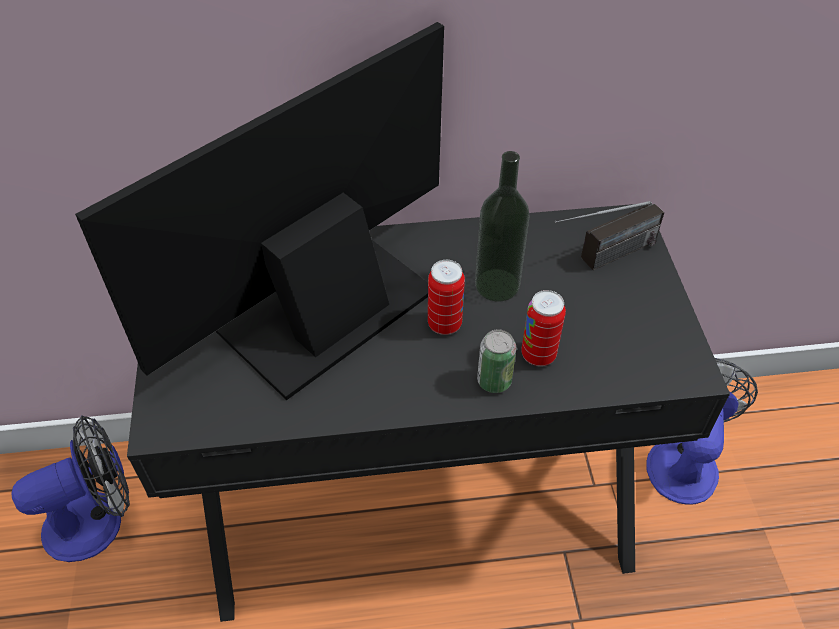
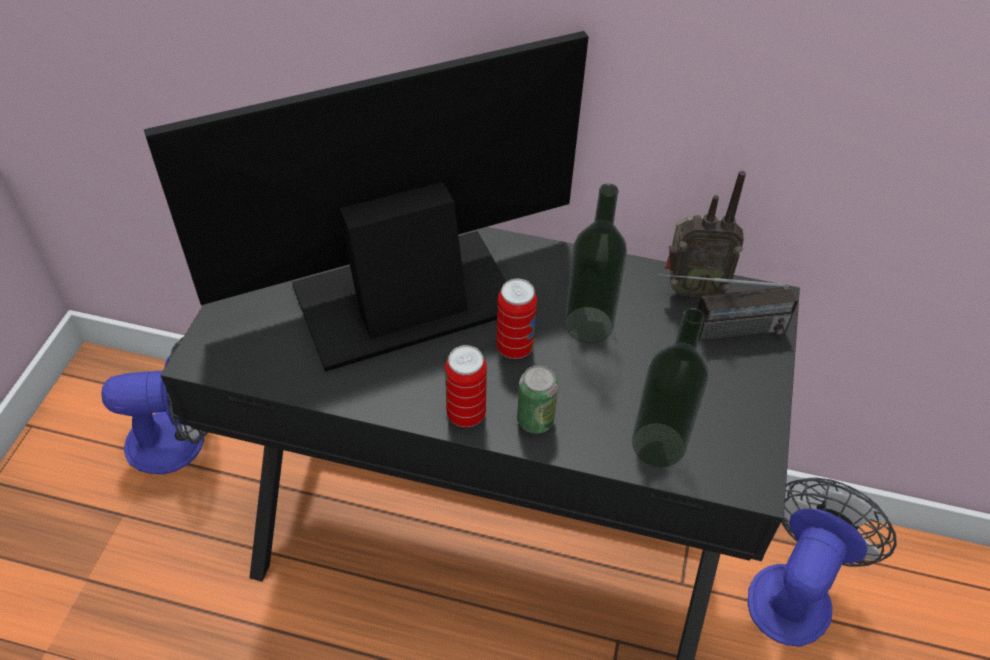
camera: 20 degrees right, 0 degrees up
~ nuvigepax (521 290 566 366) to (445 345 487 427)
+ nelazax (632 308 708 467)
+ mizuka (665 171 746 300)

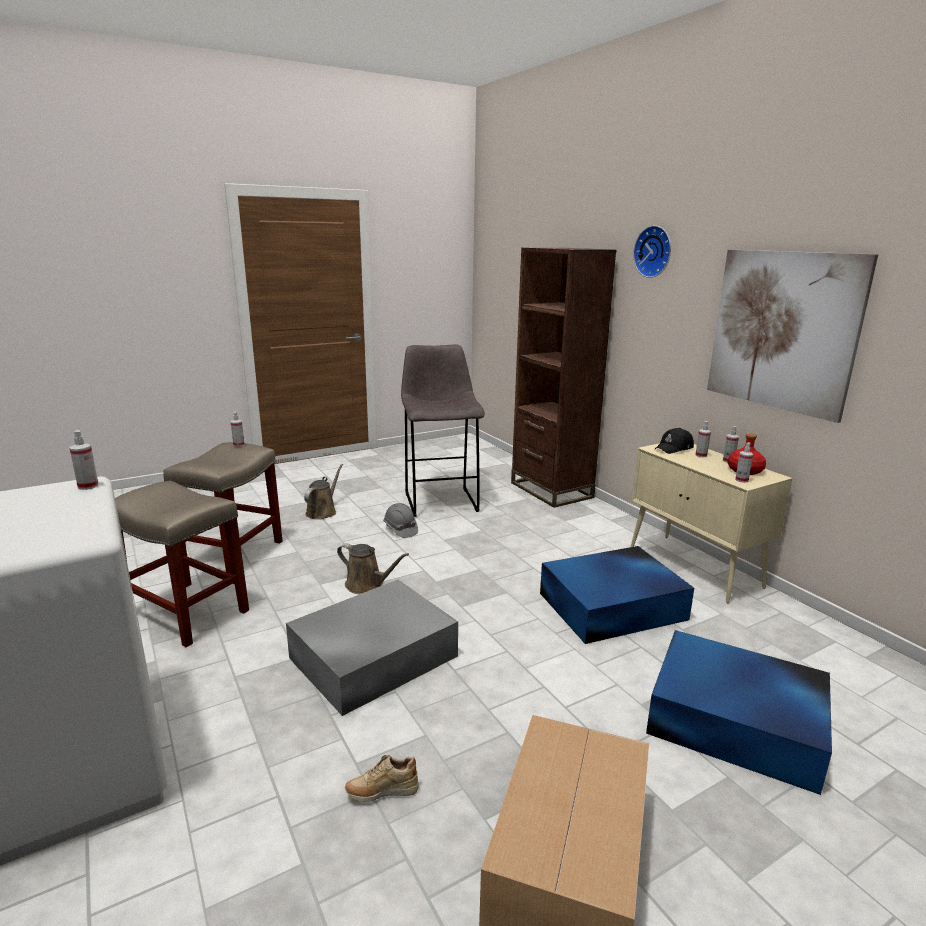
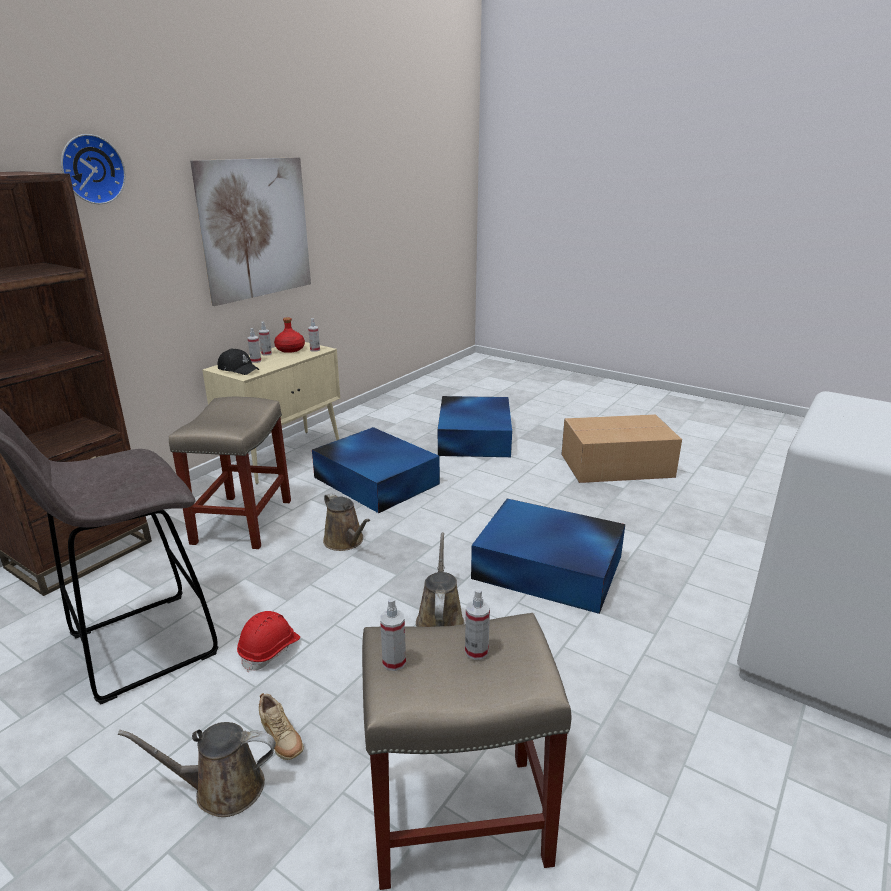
camera: 115 degrees left, 5 degrees up
~ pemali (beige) (115 481 249 647) to (169 397 291 549)
~ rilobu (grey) (383 503 418 538) to rilobu (red) (237 611 300 672)
~ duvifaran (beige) (345 755 419 802) to (259 693 304 760)
+ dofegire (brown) (323 493 370 551)
~ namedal (70 430 99 490) to (465 588 490 660)
~ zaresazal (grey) (286 580 458 716) to zaresazal (blue) (471 499 625 614)

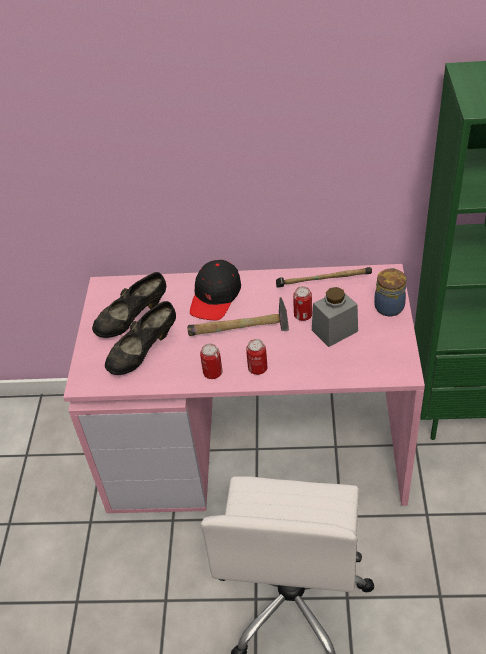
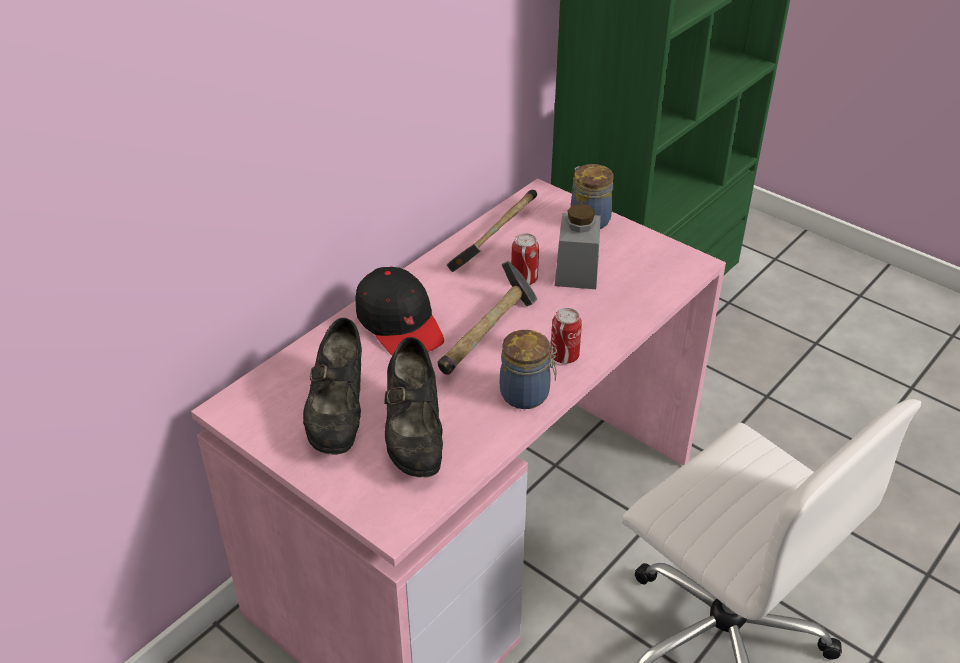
camera: 55 degrees left, 5 degrees down
~ nuvigepax (200 344 222 379) to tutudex (500 330 557 409)

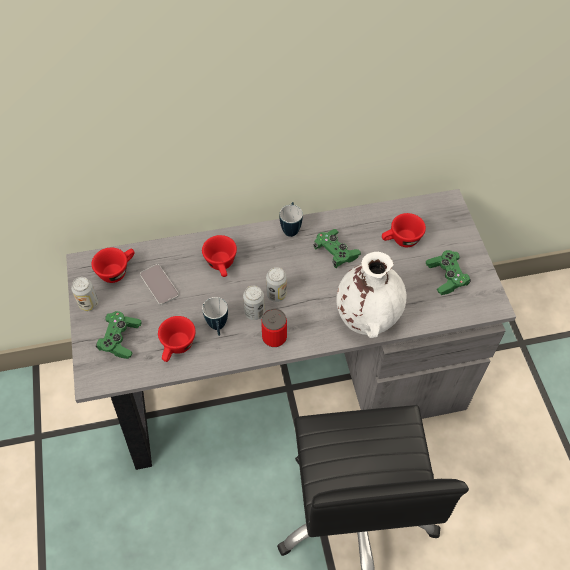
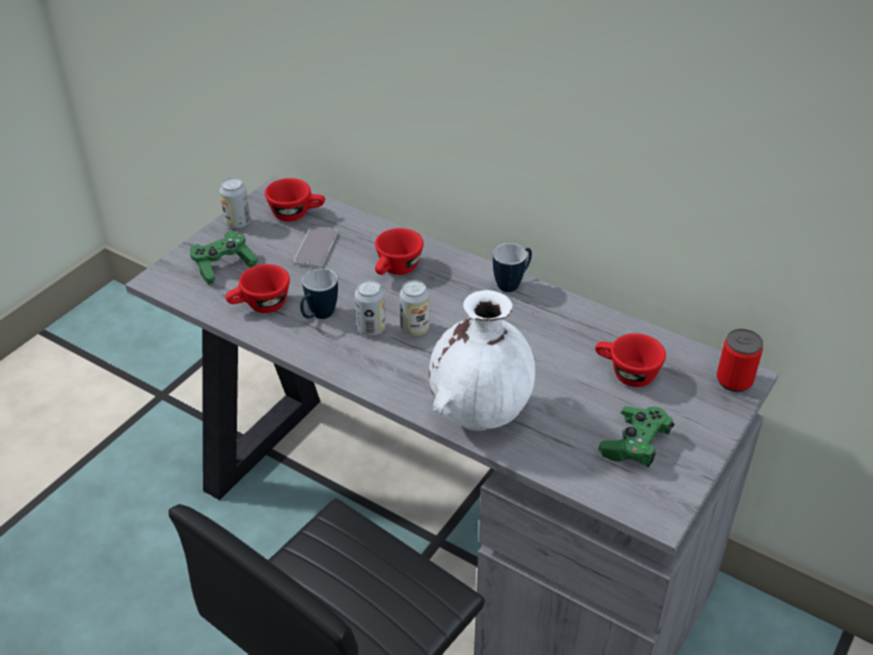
camera: 45 degrees right, 15 degrees down
~ nuvigepax (261 309 287 347) to (717 329 763 392)
- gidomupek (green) (313 229 361 268)

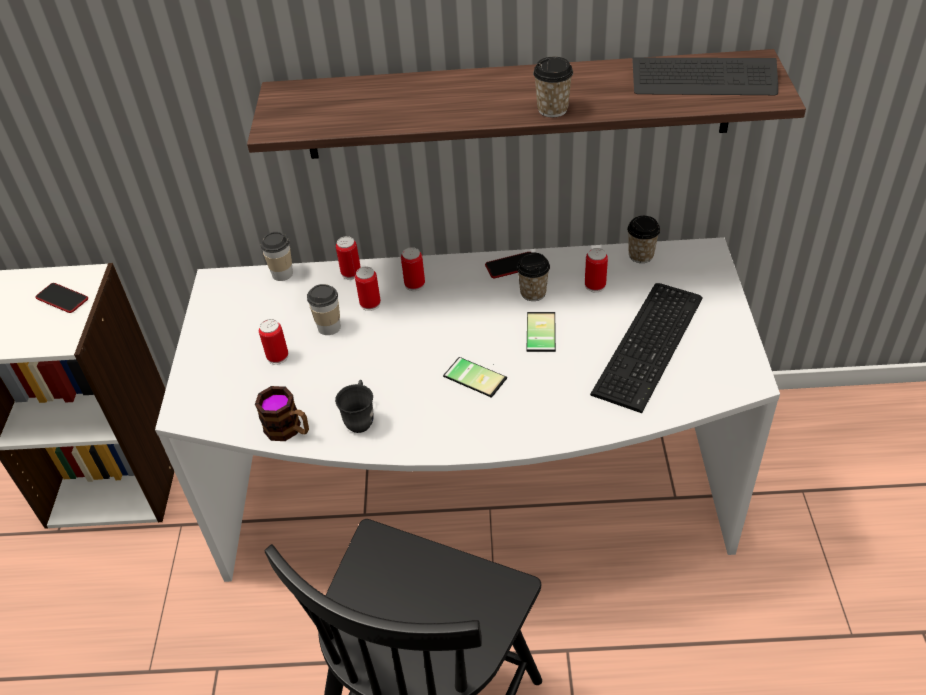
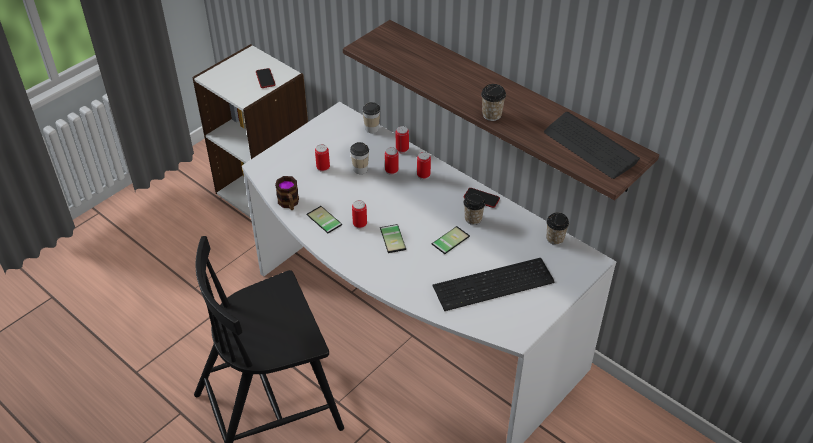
camera: 40 degrees right, 0 degrees up
~ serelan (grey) (335 380 374 433) to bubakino (307 206 342 233)
~ nuvigepax (585 248 608 293) to (352 200 367 229)

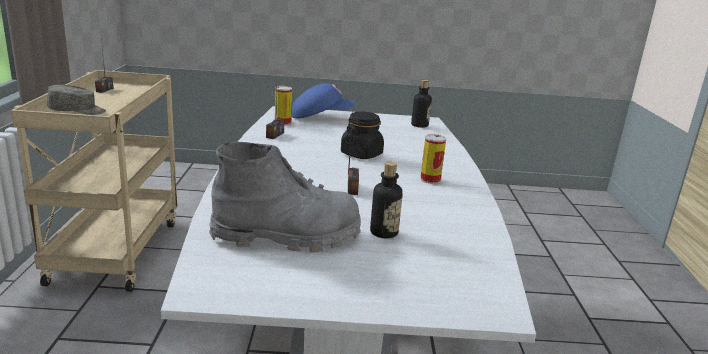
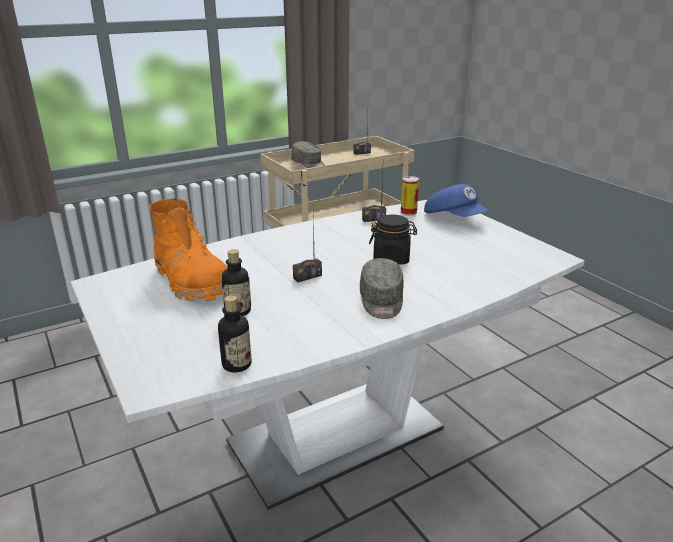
camera: 60 degrees right, 5 degrees up
~ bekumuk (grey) (209 142 361 253) to bekumuk (orange) (149 198 228 302)
~ nelazax (411 80 432 128) to (218 295 252 373)
~ nuvigepax (420 134 446 184) to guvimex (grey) (360 258 404 319)

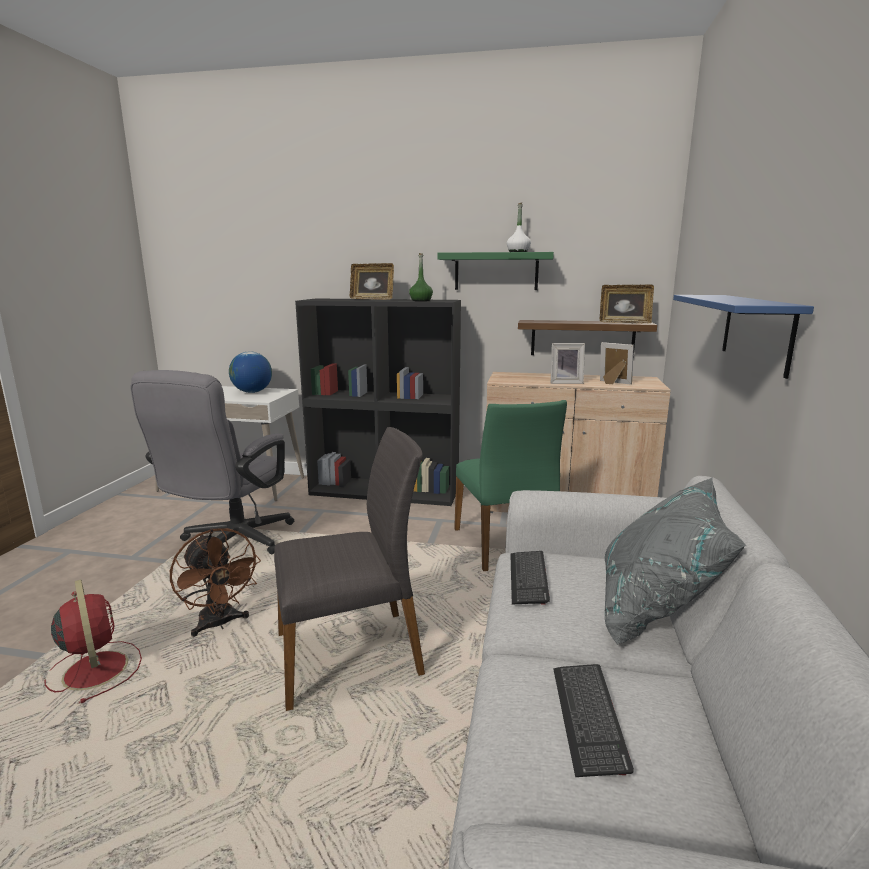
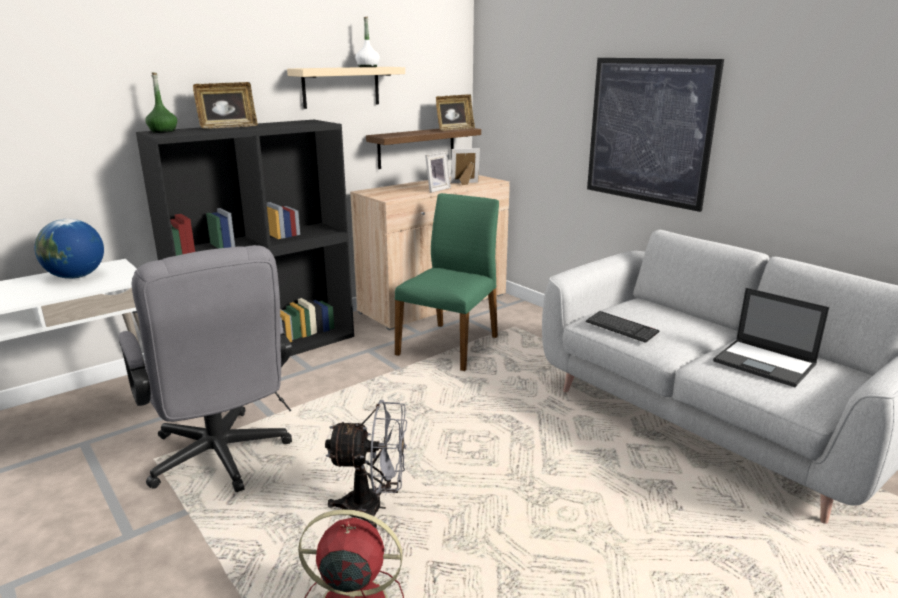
camera: 50 degrees left, 5 degrees up
~ nelazax (green) (409 253 433 301) to (145 72 177 133)
~ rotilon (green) (437 252 554 290) to rotilon (beige) (287 67 405 109)
~ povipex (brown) (170 528 261 637) to povipex (grey) (325 400 407 528)
~ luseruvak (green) (454 400 567 571) = (395 193 499 371) 90 degrees counterclockwise
~ rotilon (blue) (673 295 814 379) to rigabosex (587 58 724 212)
~ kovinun (554 664 634 777) to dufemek (713 288 829 387)
- luseruvak (grey) (274 427 425 711)
- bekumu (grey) (605 478 746 645)

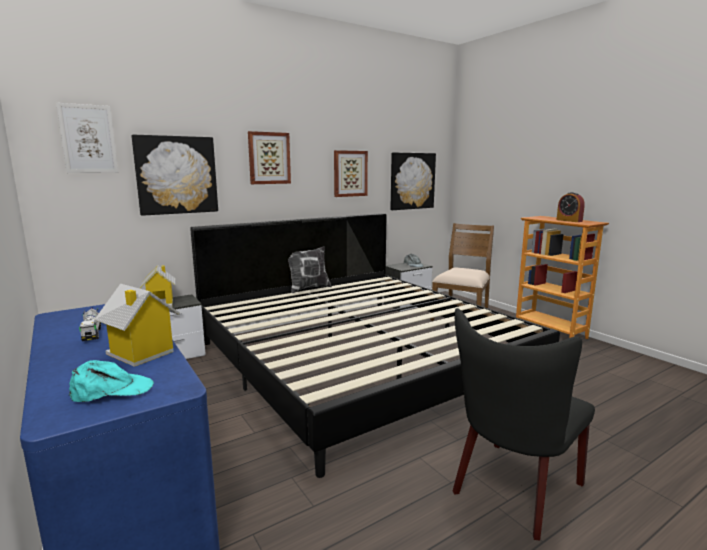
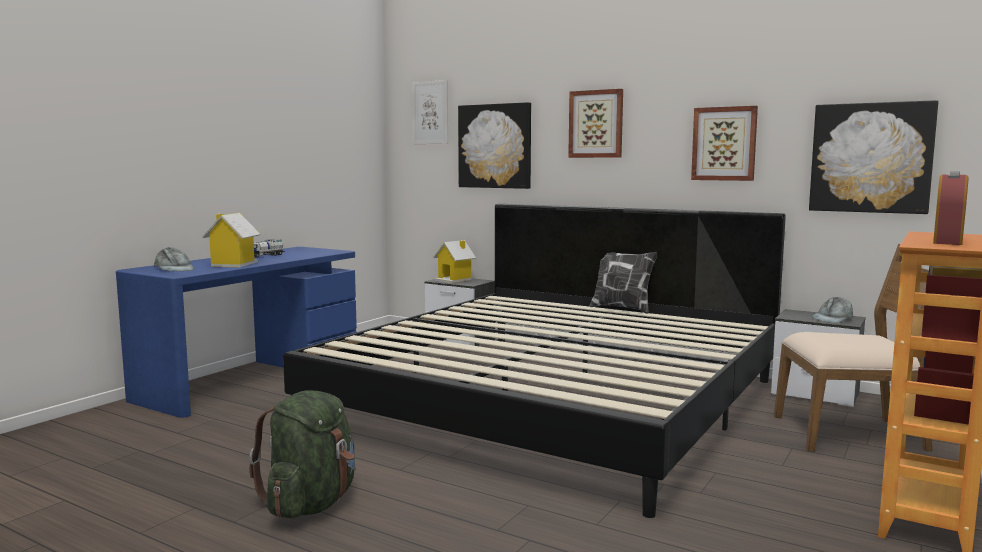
camera: 65 degrees right, 5 degrees down
~ guvimex (turquoise) (69 360 154 402) to guvimex (grey) (154 247 194 271)
~ luseruvak (black) (453 308 595 541) to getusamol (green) (249 391 355 518)

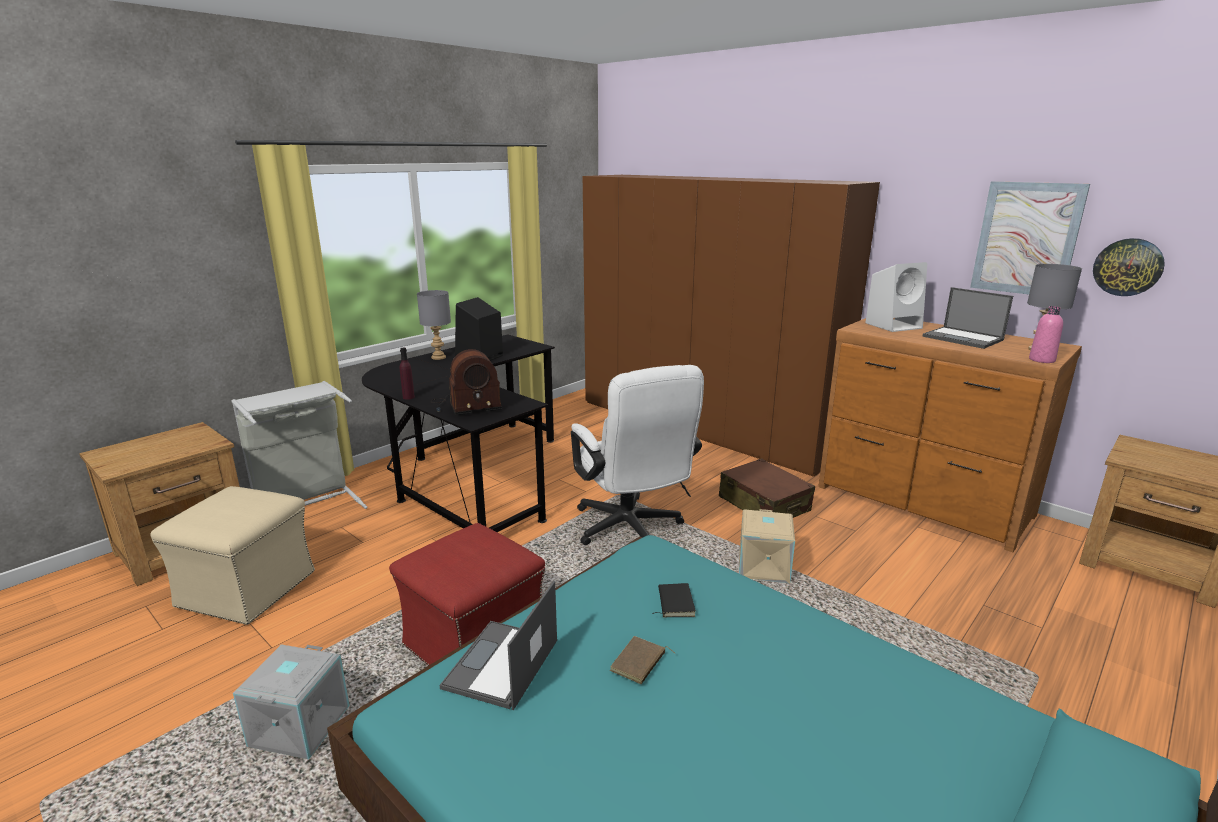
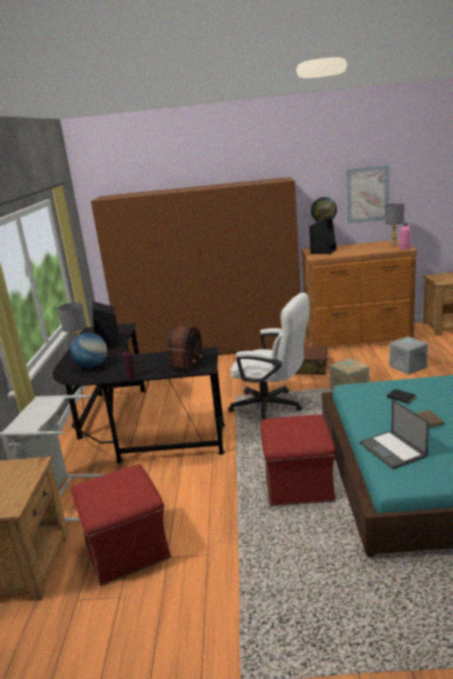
camera: 40 degrees left, 0 degrees up
+ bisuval (70 332 107 368)
~ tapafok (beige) (150 486 315 625) to tapafok (red) (71 464 171 586)
~ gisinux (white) (866 262 927 332) to gisinux (black) (310 215 337 254)
~ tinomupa (1093 238 1165 296) to (311 197 337 222)
~ zaresazal (grey) (233 645 350 759) to (389 337 428 375)
- dufemek (923 287 1013 349)

